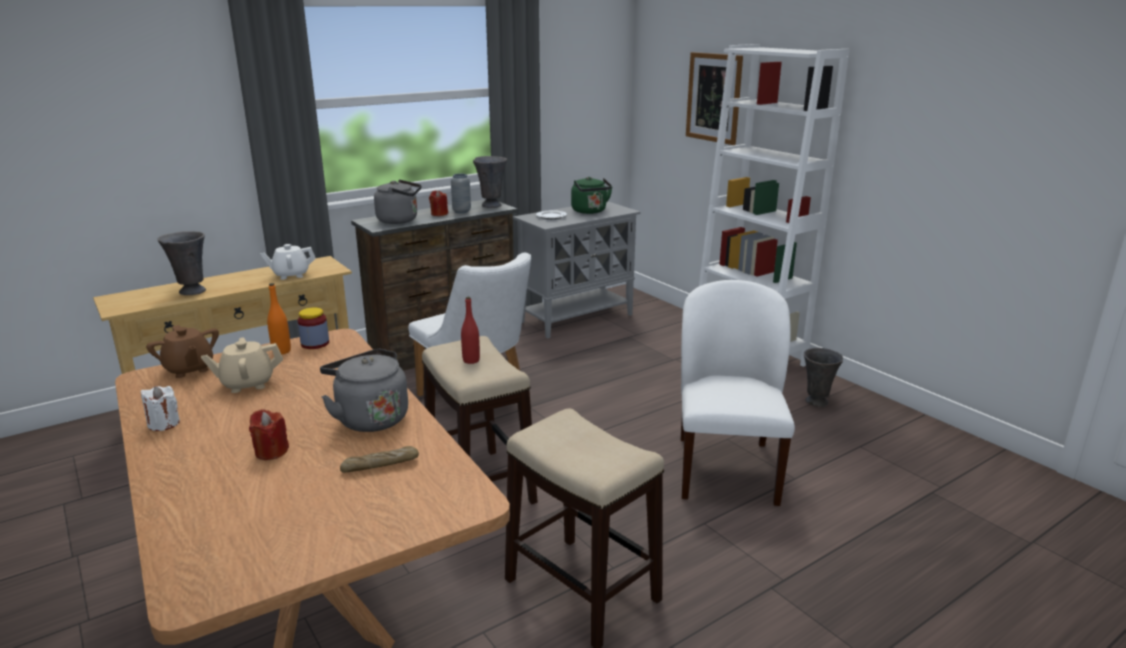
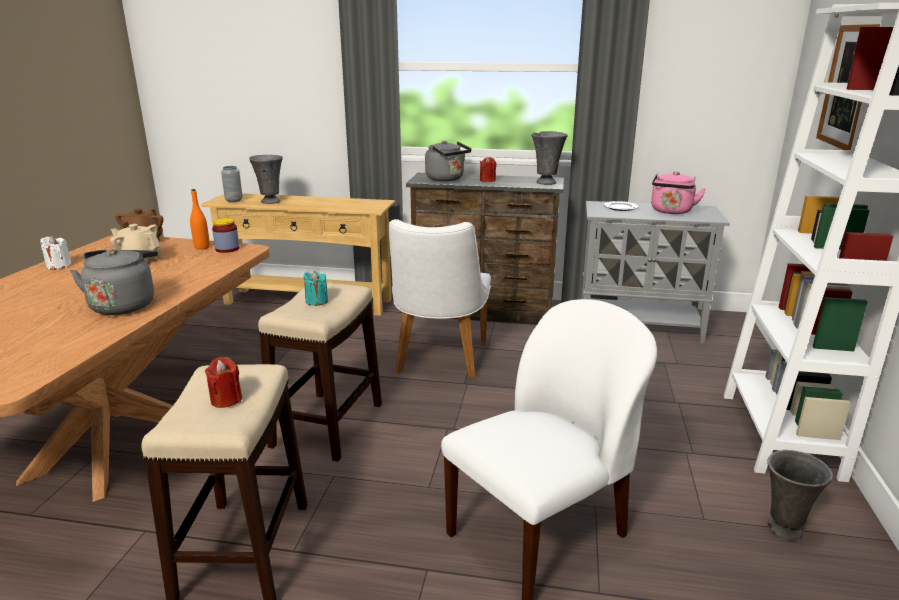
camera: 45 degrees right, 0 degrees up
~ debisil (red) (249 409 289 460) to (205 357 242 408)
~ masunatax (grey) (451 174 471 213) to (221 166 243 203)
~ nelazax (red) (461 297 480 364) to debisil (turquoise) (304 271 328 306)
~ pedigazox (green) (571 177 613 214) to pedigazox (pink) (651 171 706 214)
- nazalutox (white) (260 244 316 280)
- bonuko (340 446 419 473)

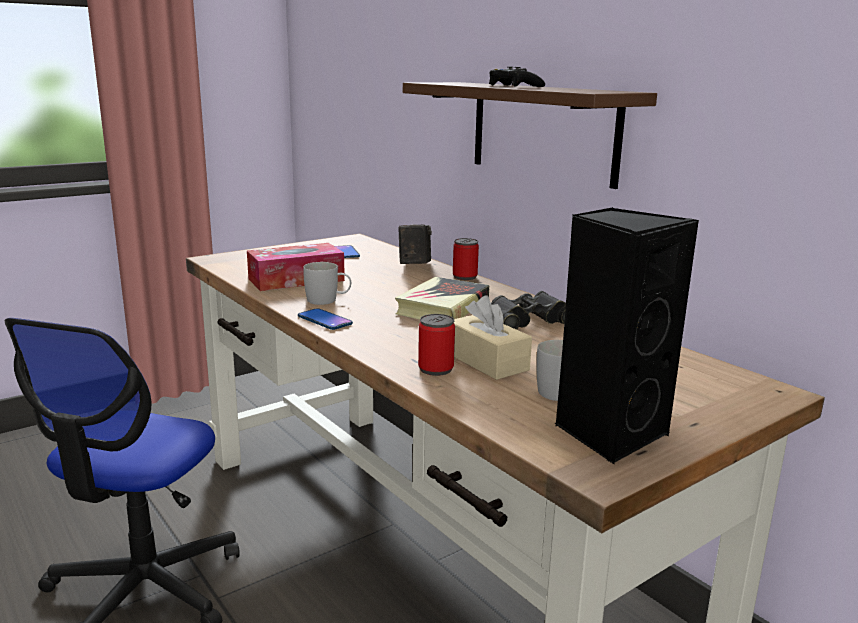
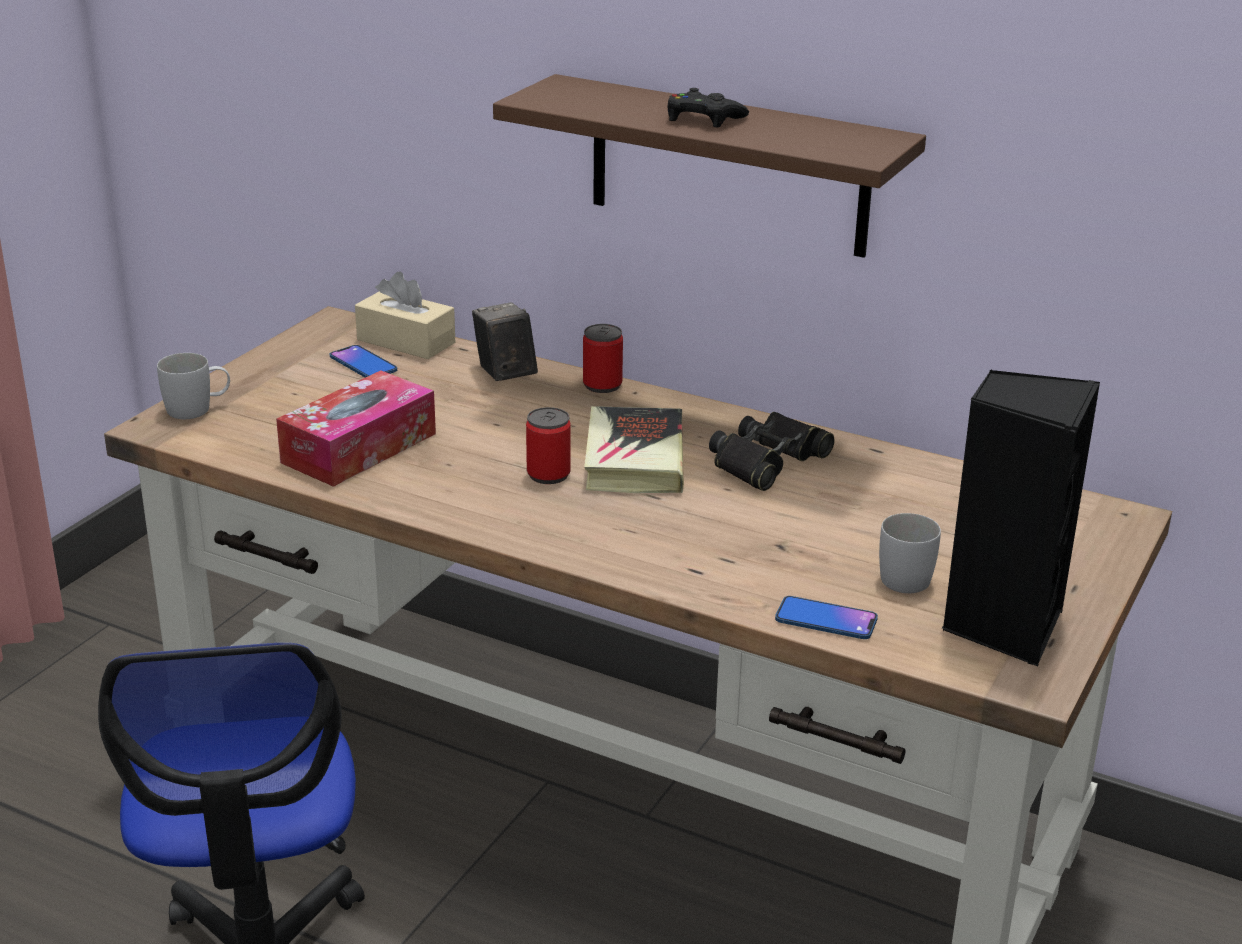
camera: 25 degrees left, 10 degrees up
~ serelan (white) (303 262 351 305) to (157 353 230 419)
~ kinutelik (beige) (454 295 532 380) to (355 272 455 359)
~ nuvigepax (418 314 455 376) to (526 407 571 484)
~ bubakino (298 308 353 330) to (775 596 878 639)

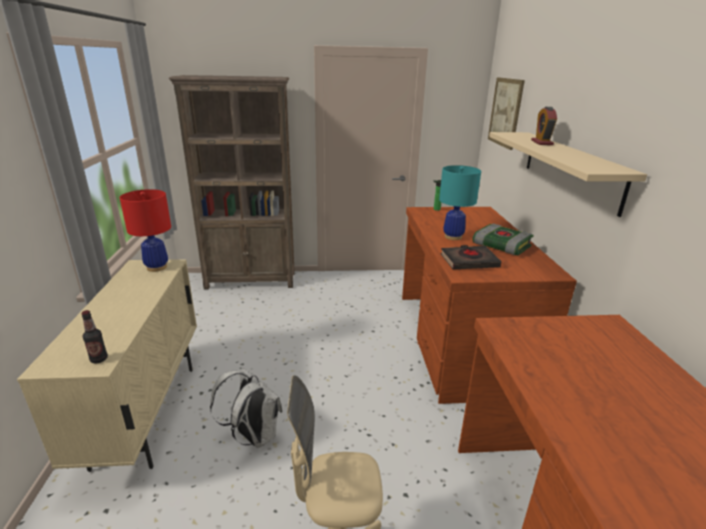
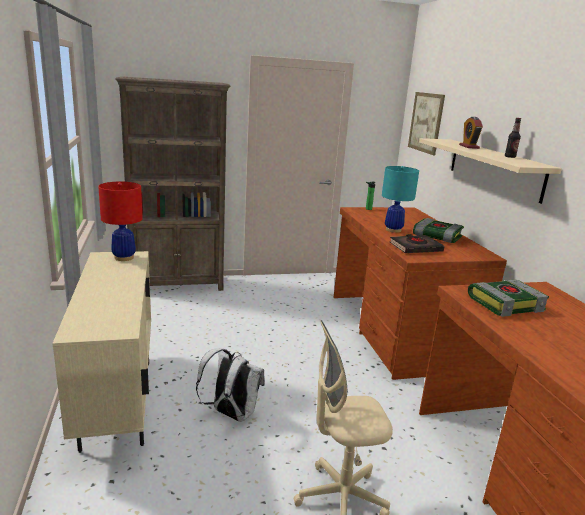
camera: 10 degrees left, 5 degrees down
+ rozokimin (468 279 549 317)
~ nelazax (81 310 108 364) to (505 118 521 158)

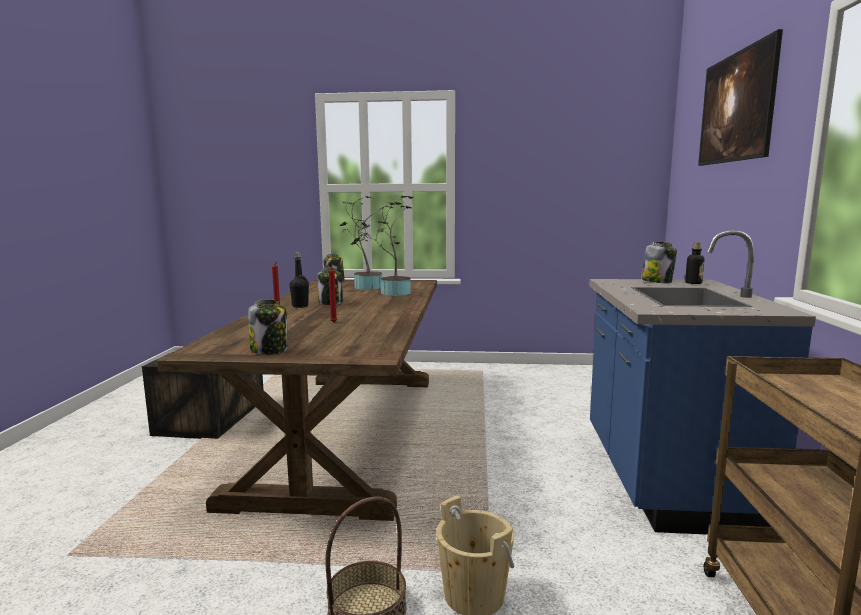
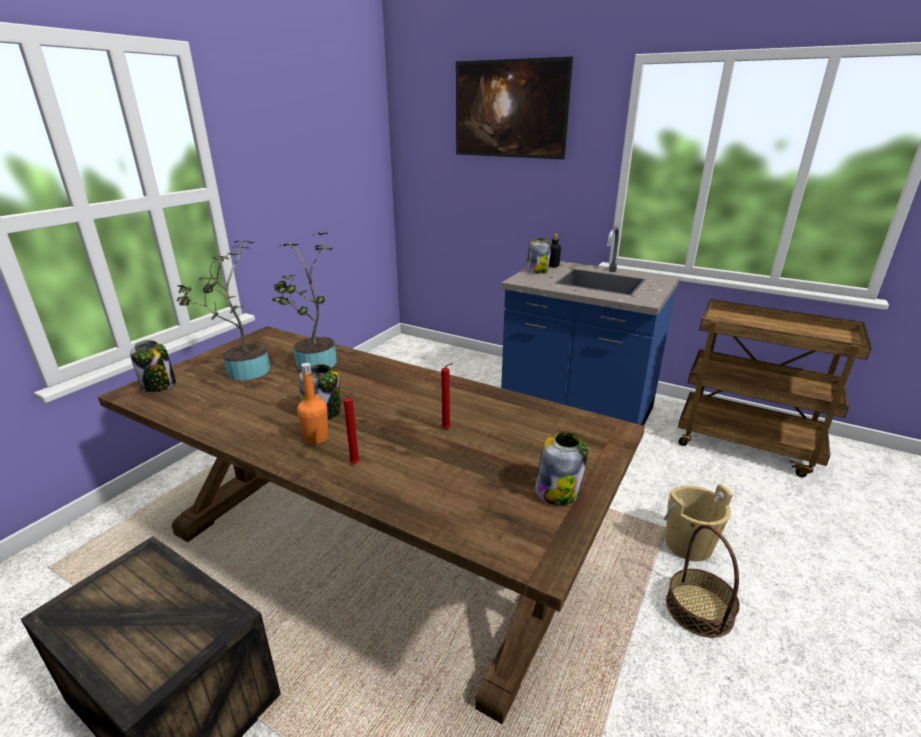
camera: 65 degrees left, 15 degrees up
~ nelazax (black) (290 252 309 308) to nelazax (orange) (297 363 328 444)

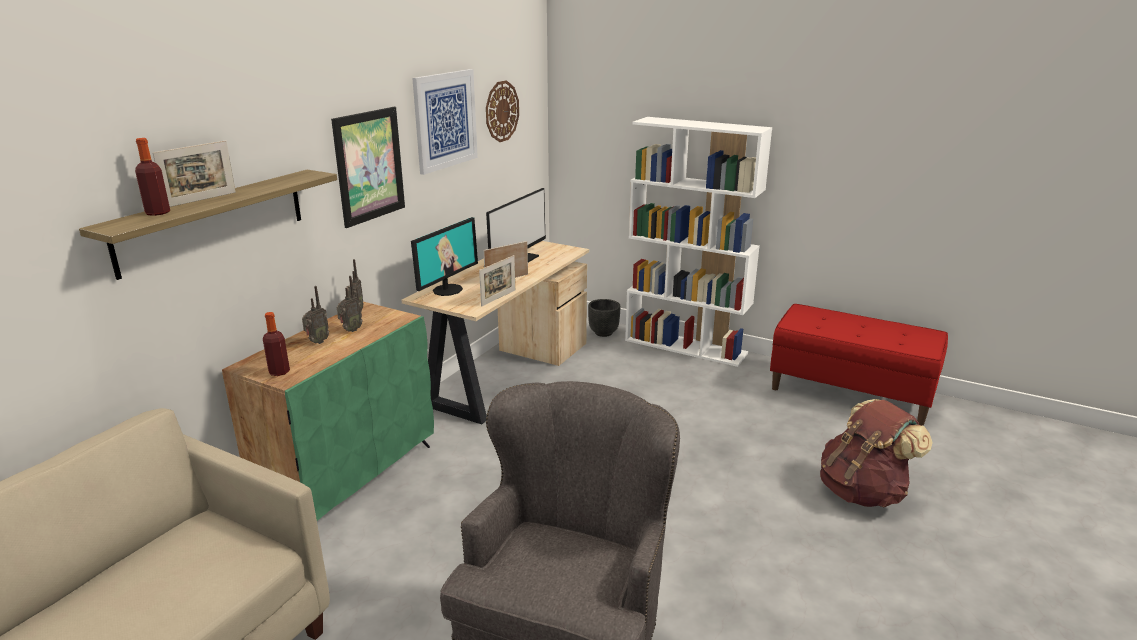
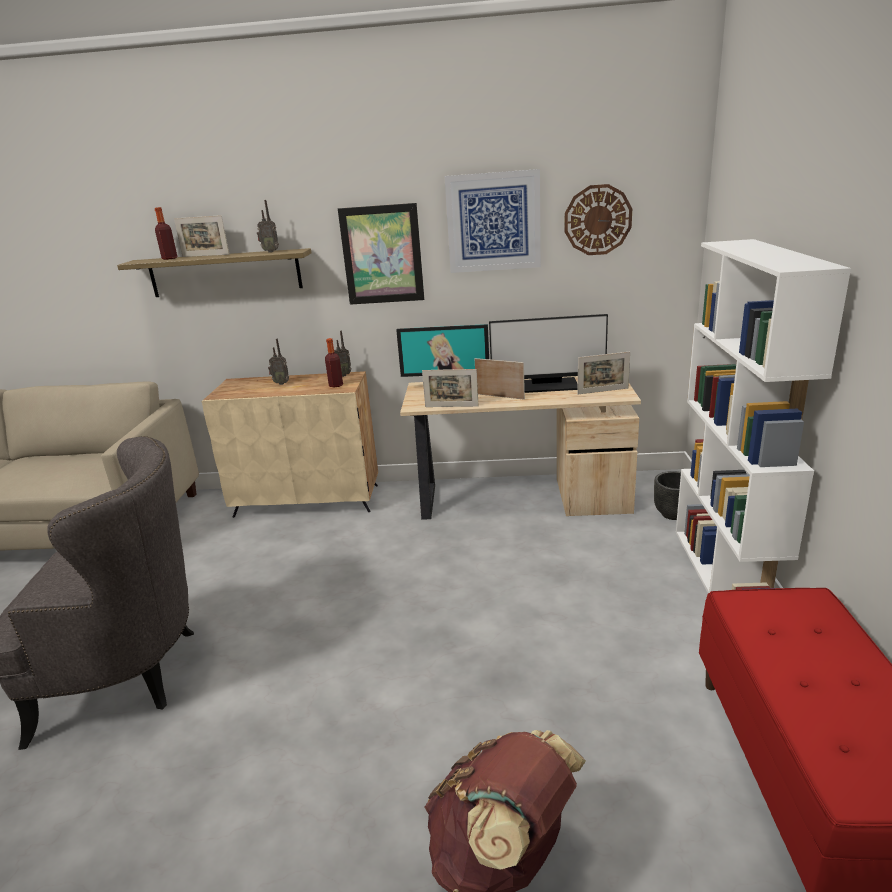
camera: 65 degrees right, 0 degrees up
~ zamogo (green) (222 302 434 521) to zamogo (beige) (201 371 378 518)
~ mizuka (337 276 363 332) to (257 200 279 253)
~ nelazax (263 312 290 376) to (325 338 343 387)
+ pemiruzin (577 352 630 394)

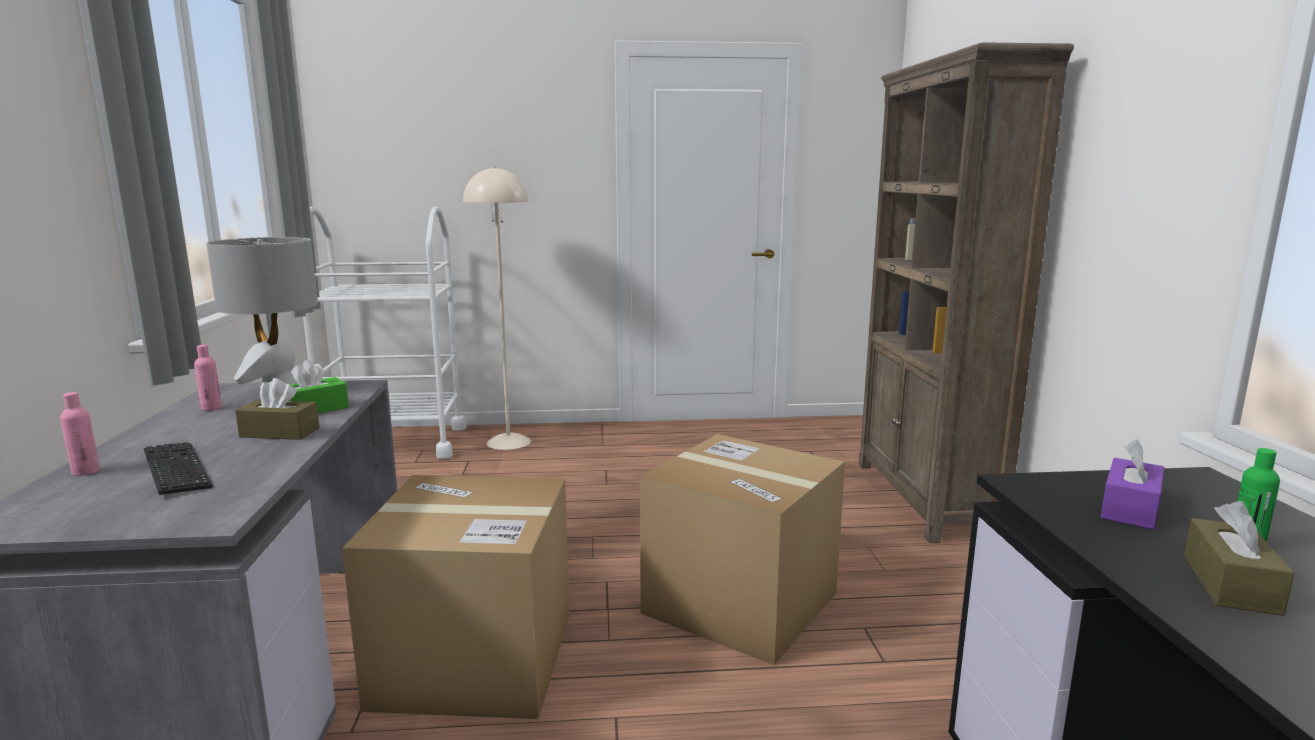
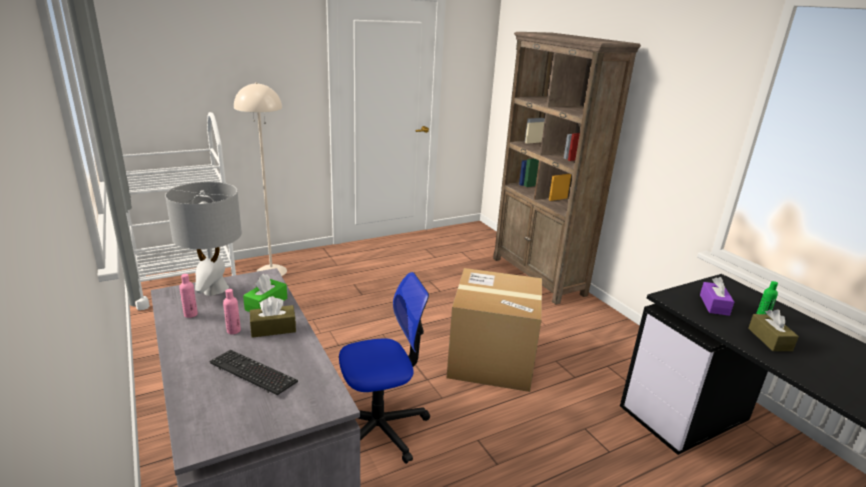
camera: 25 degrees left, 10 degrees up
~ nelazax (pink) (60 392 100 476) to (223 289 241 335)
~ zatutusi (342 475 570 719) to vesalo (339 272 430 464)

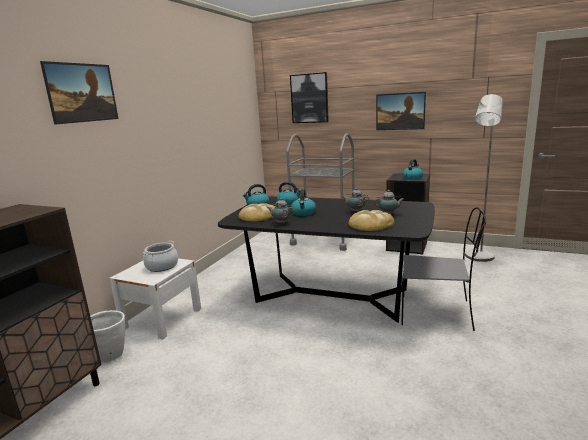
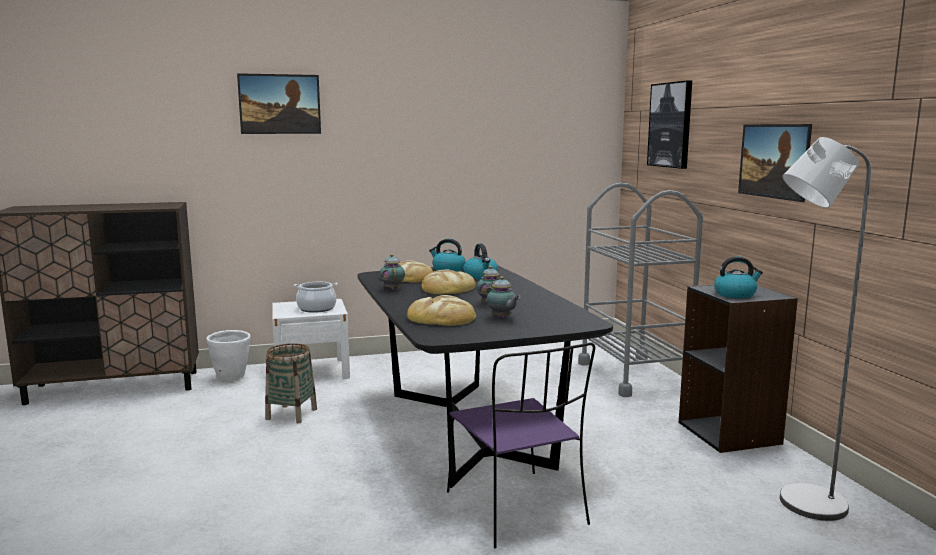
camera: 50 degrees right, 5 degrees down
+ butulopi (265 343 317 423)
~ pedigazox (291 189 316 216) to bonuko (422 270 475 295)
~ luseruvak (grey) (401 207 486 331) to luseruvak (purple) (447 342 595 548)

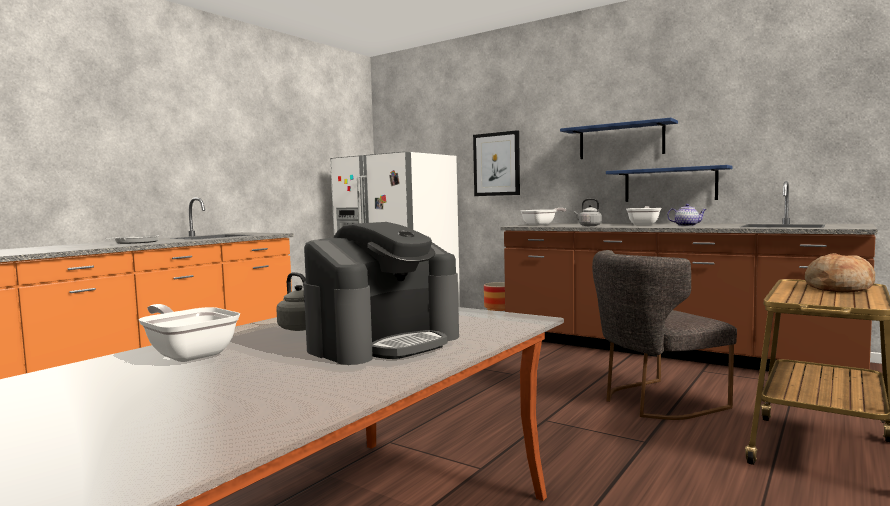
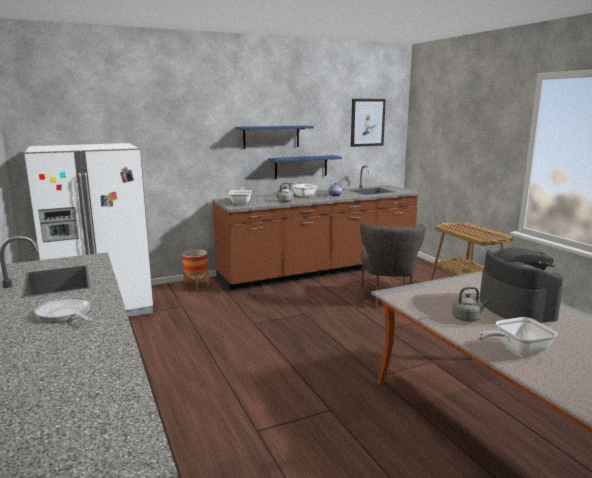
camera: 60 degrees left, 10 degrees up
~ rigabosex (473 130 520 196) to (351 99 386 147)
- bonuko (805 253 875 293)

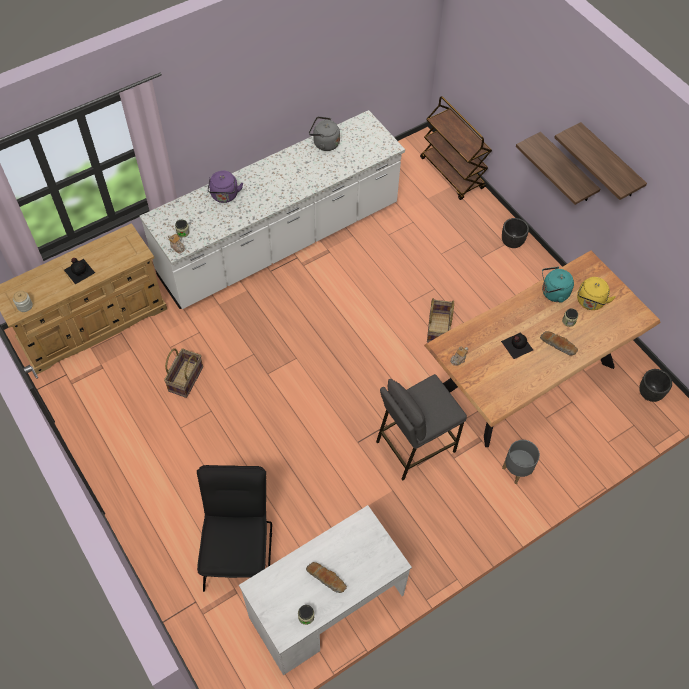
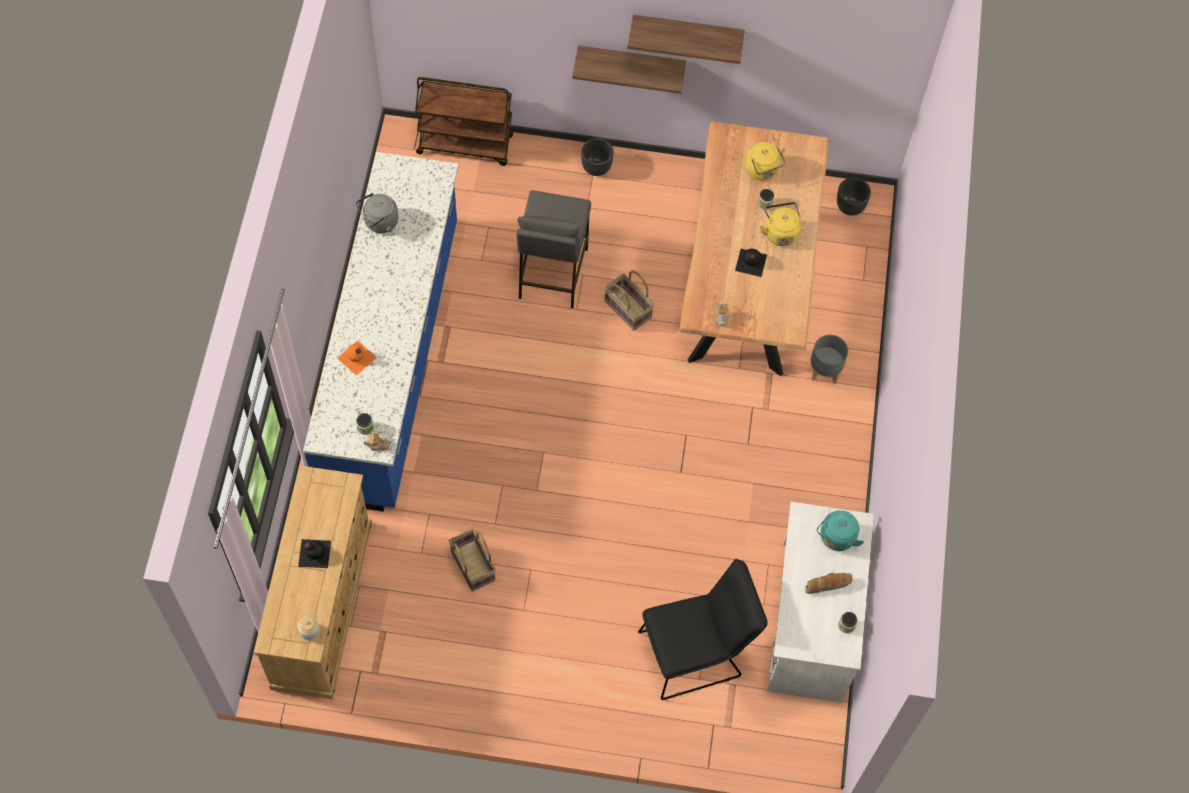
camera: 50 degrees left, 5 degrees up
~ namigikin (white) (140 110 405 309) to namigikin (blue) (303 152 459 512)
~ pedigazox (purple) (208 171 243 203) to nelazax (orange) (337 340 377 375)
~ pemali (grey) (376 374 467 481) to (517 190 591 308)
~ luseruvak (black) (197 465 272 592) = (638 559 768 700) 120 degrees clockwise
~ bonuko (540 331 578 355) to pedigazox (yellow) (760 202 801 246)
~ pedigazox (turquoise) (542 267 574 303) to (817 510 864 551)

